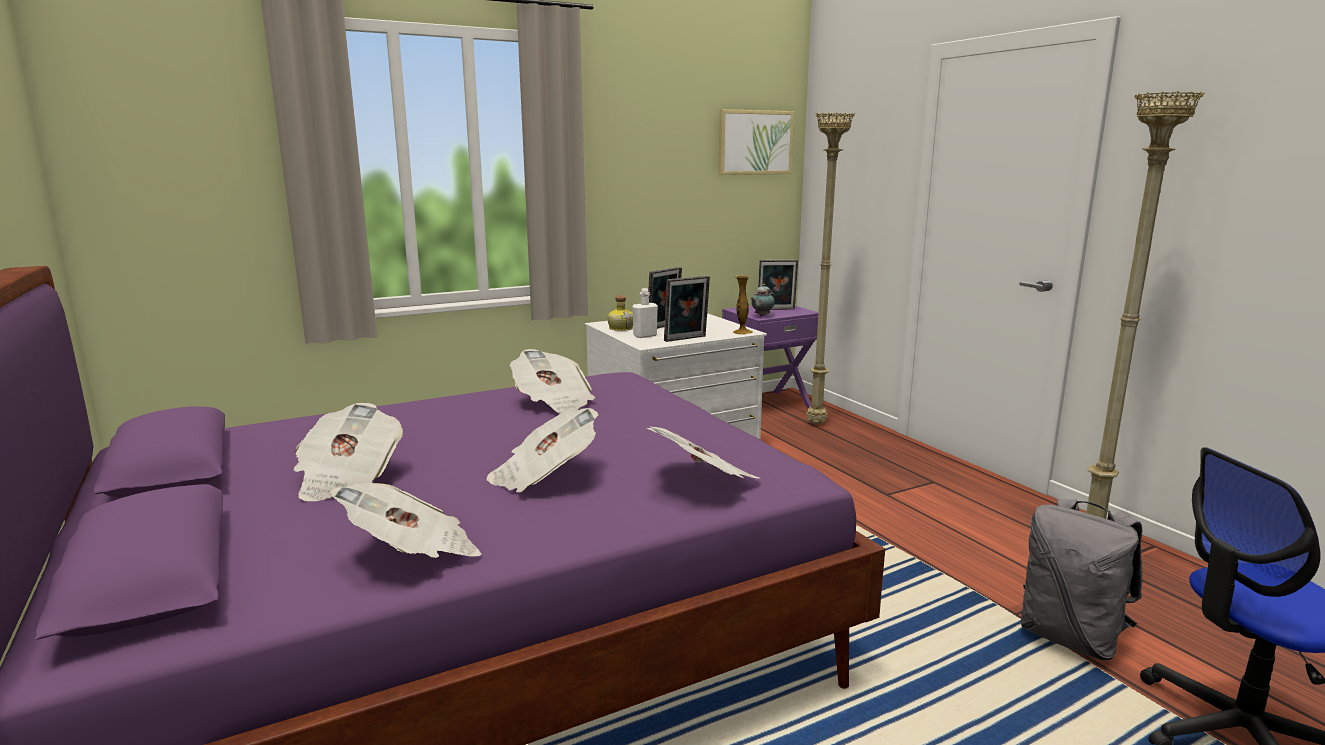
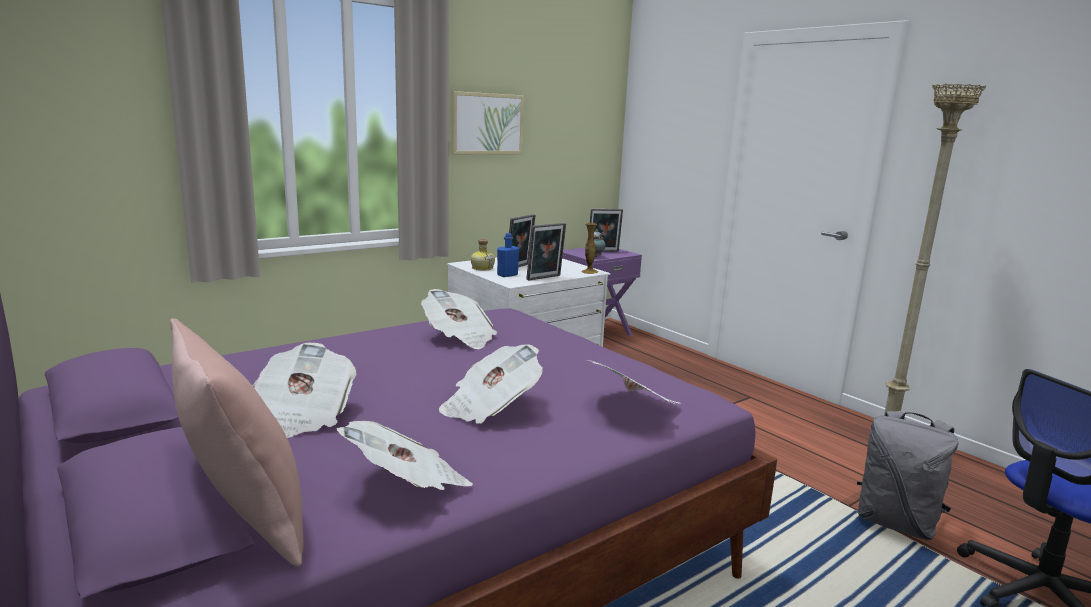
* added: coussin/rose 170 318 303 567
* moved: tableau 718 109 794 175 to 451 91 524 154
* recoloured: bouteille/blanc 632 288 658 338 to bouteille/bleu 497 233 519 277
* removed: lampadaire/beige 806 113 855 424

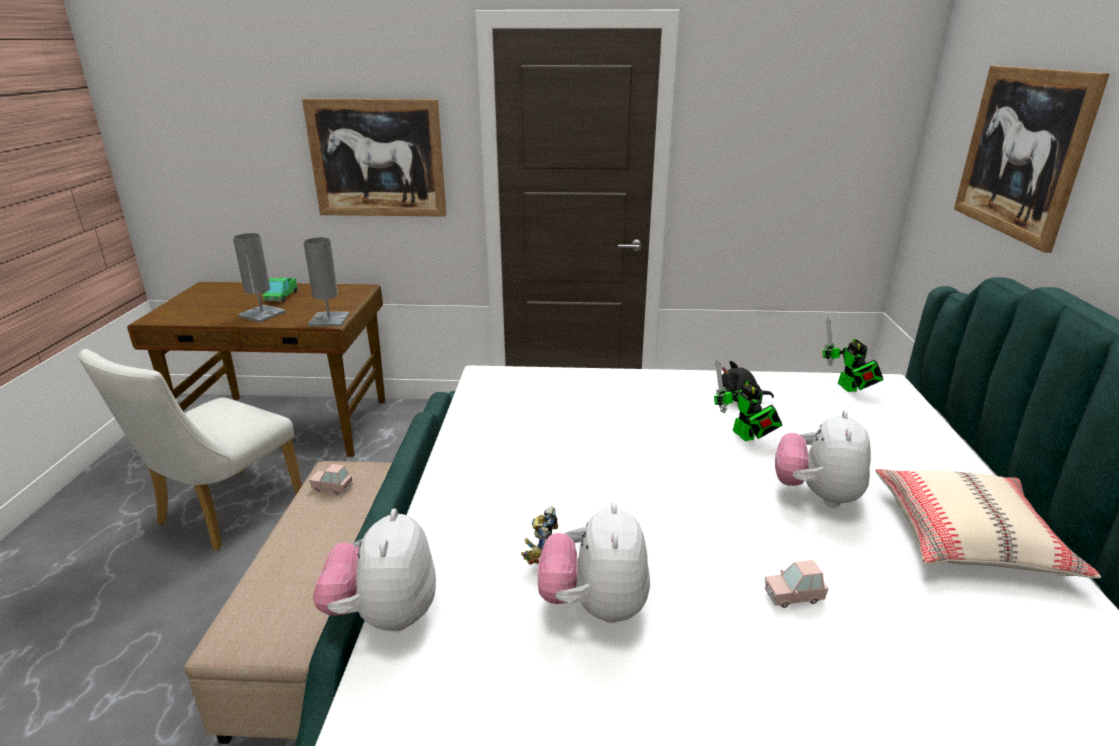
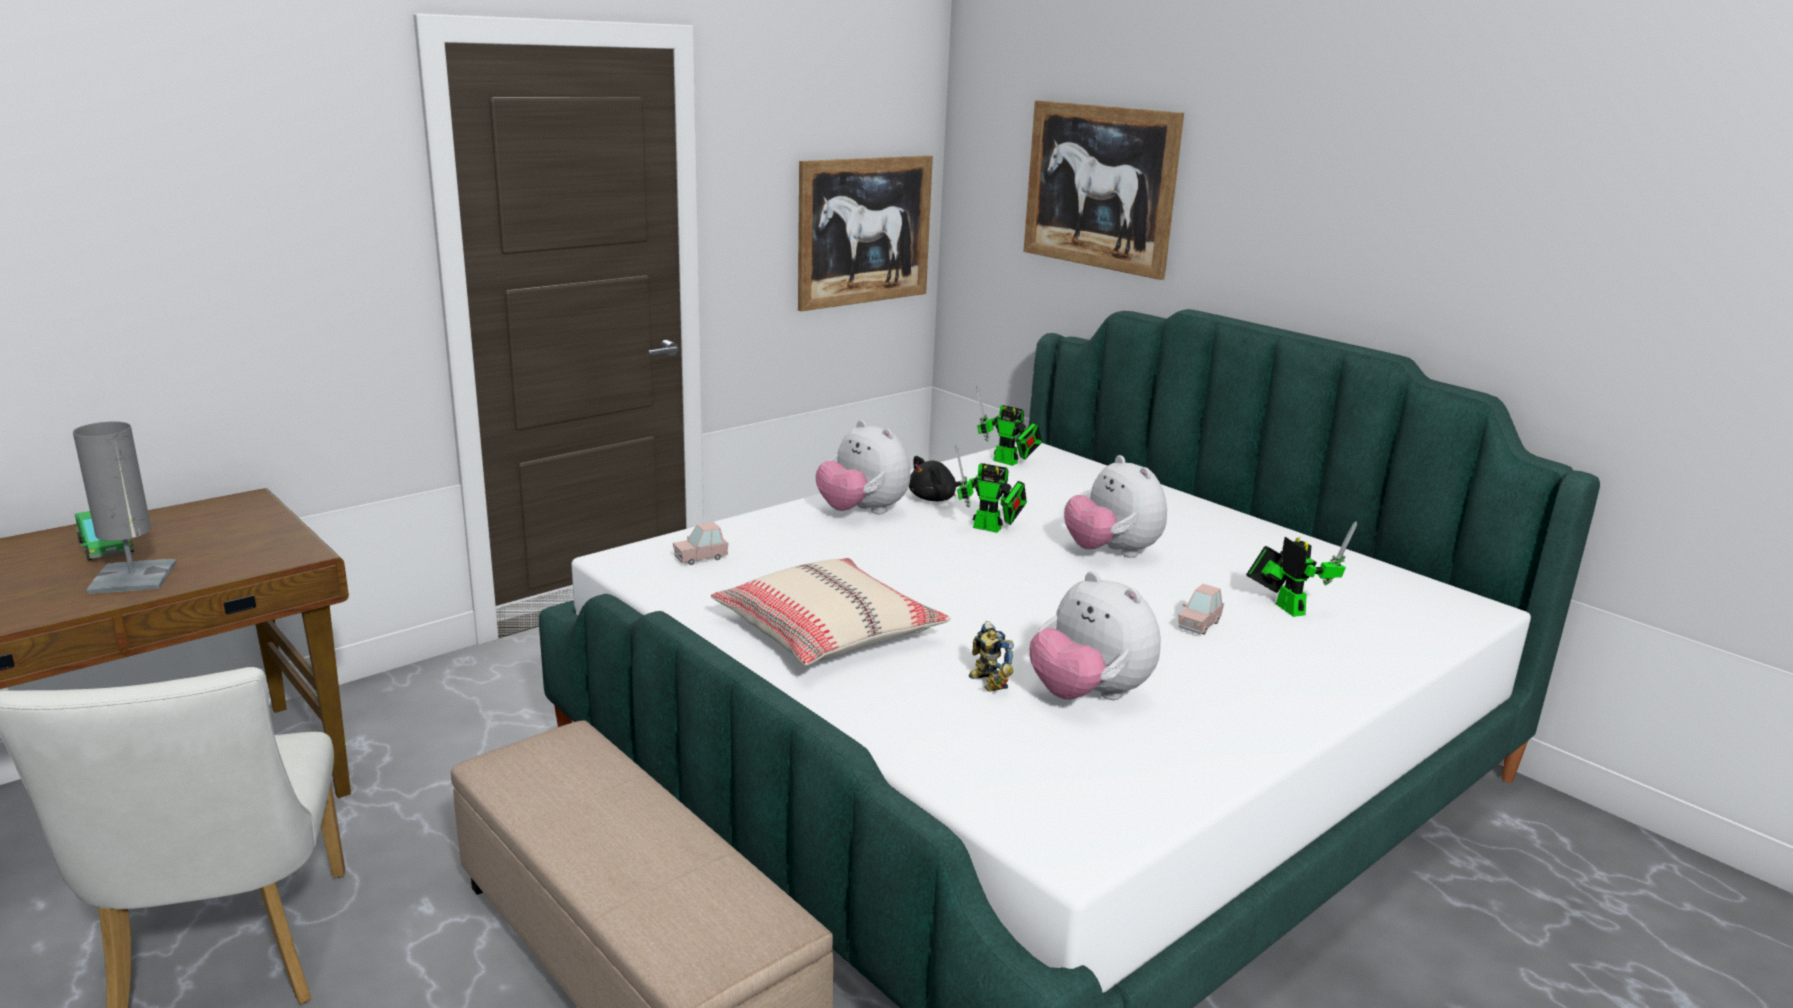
* moved: petite voiture/rose 309 464 352 495 to 673 522 728 565
* moved: coussin/beige 875 469 1101 579 to 711 558 951 666
* moved: tableau 302 99 447 217 to 798 155 933 311
* moved: peluche 313 509 436 632 to 816 420 911 514
* added: robot jouet 1246 522 1357 617
* removed: lampe de table/gris 303 237 350 326

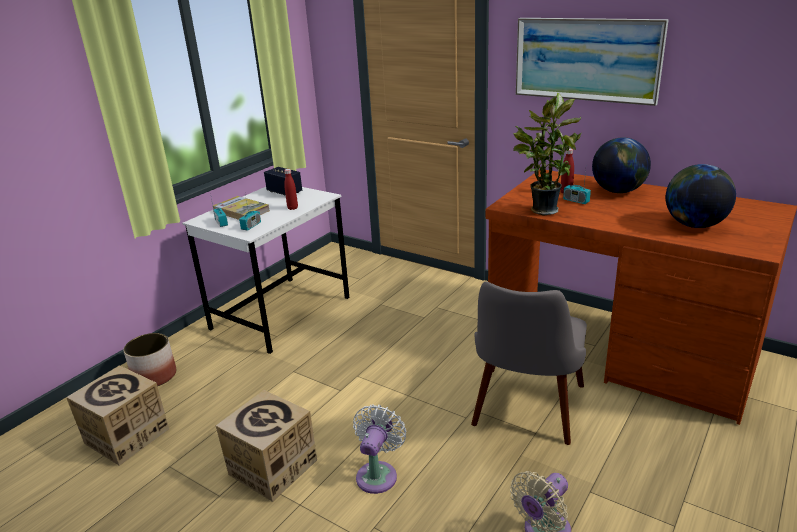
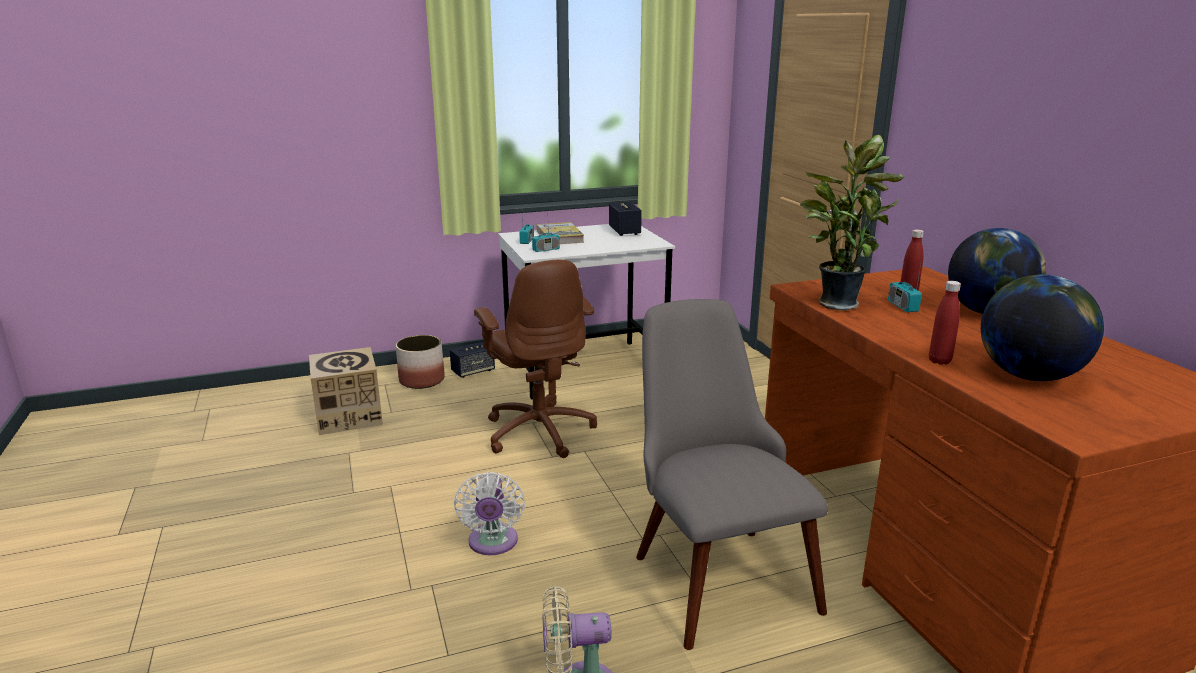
* added: enceinte 450 341 495 378
* turned: ventilateur/blanc 353 404 406 494 = 454 472 525 555 120 degrees clockwise
* added: chaise de bureau/marron 474 260 597 458
* turned: chaise/gris 471 281 587 445 = 636 299 828 650 105 degrees clockwise
* moved: bouteille/rouge 284 169 298 210 to 929 281 961 365
* removed: carton 216 390 317 502
* removed: tableau 516 18 669 106

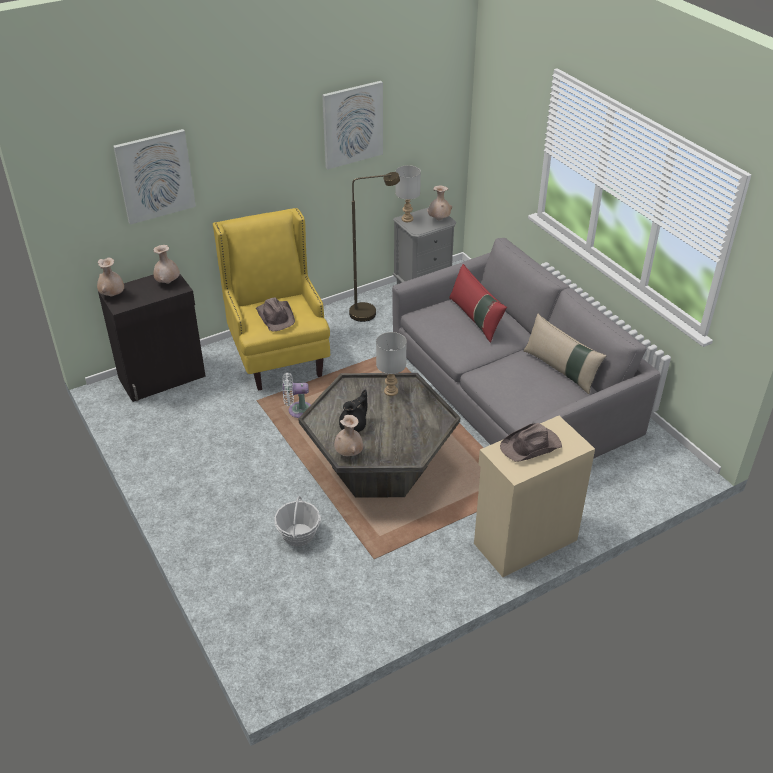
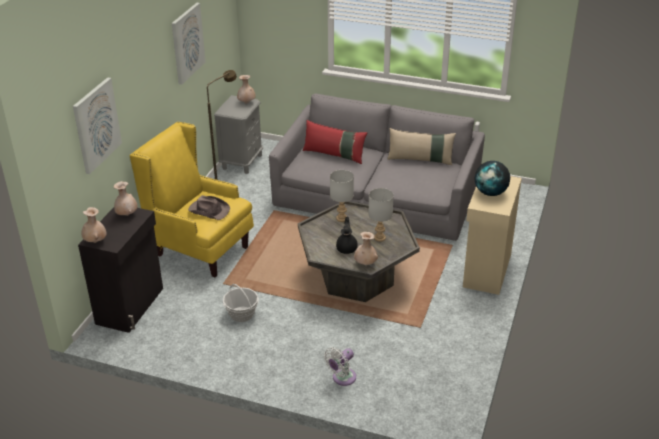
* moved: panier 274 496 321 547 to 223 284 259 322
* moved: ventilateur/blanc 282 373 311 418 to 324 347 356 386
* moved: lampe de table/gris 395 165 421 222 to 368 188 394 242
* replaced: chapeau/marron 500 423 562 462 to globe 474 161 510 196

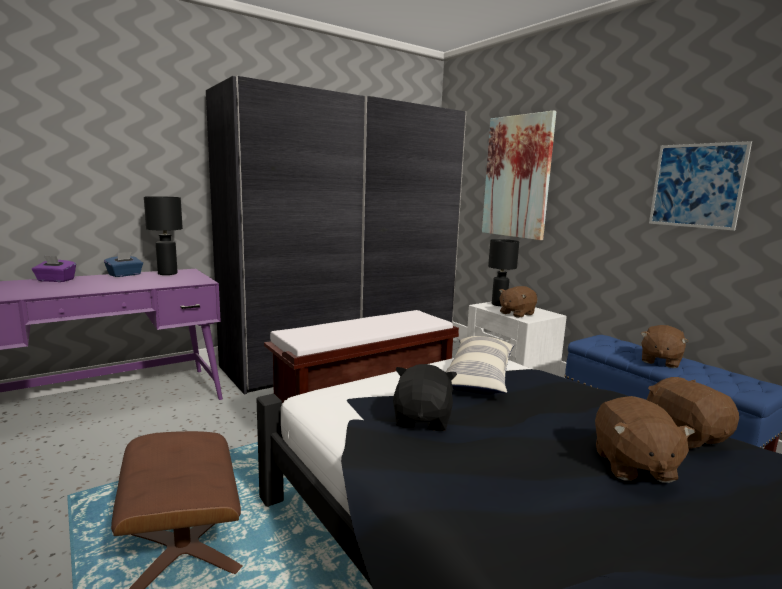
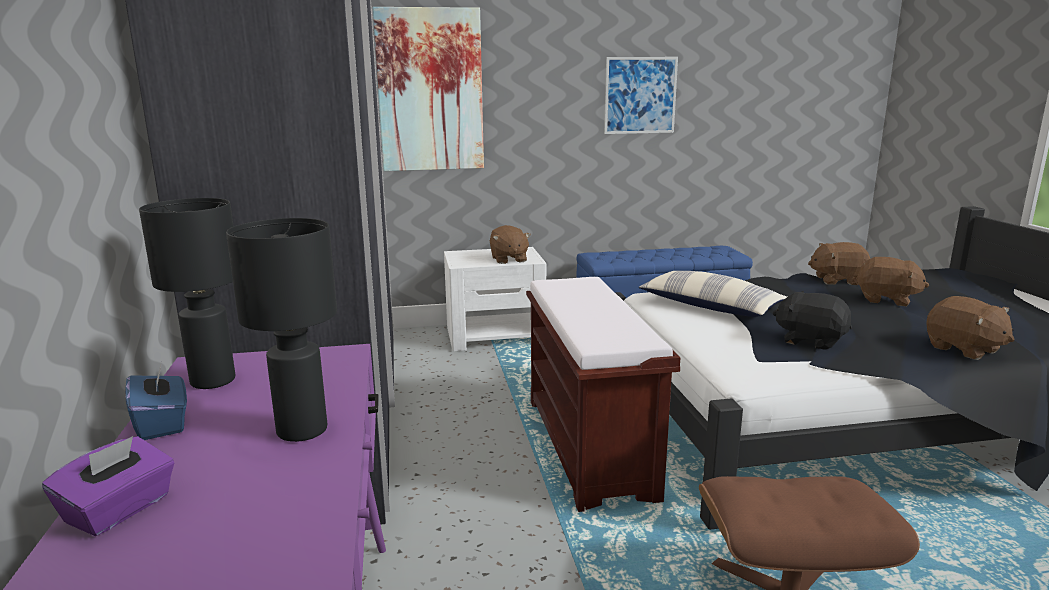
* moved: lampe de table/noir 488 239 519 306 to 226 218 337 442
* moved: peluche/marron 641 325 689 368 to 926 296 1015 360

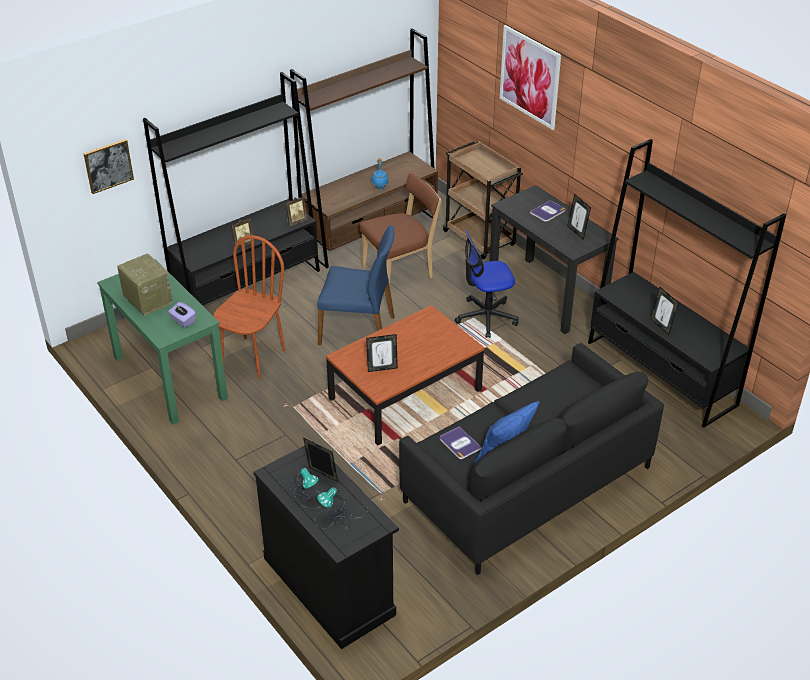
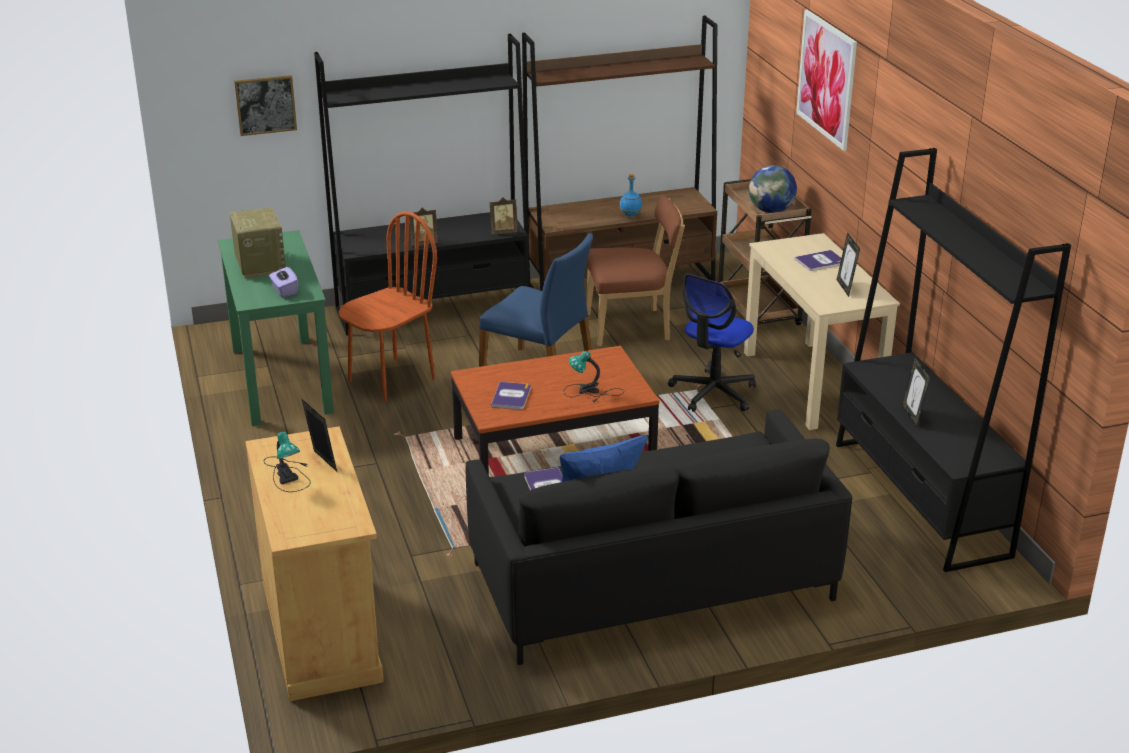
* recoloured: meuble de rangement/noir 254 441 399 649 to meuble de rangement/beige 245 426 384 701
* replaced: cadre photo 366 334 398 372 to livre 491 382 531 410
* moved: lampe de table 315 487 368 531 to 564 351 624 403
* turned: chaise de bureau 455 230 518 338 = 668 274 756 412 60 degrees counterclockwise
* recoloured: bureau/noir 489 185 619 334 to bureau/beige 744 233 900 430
* added: globe 749 165 797 213

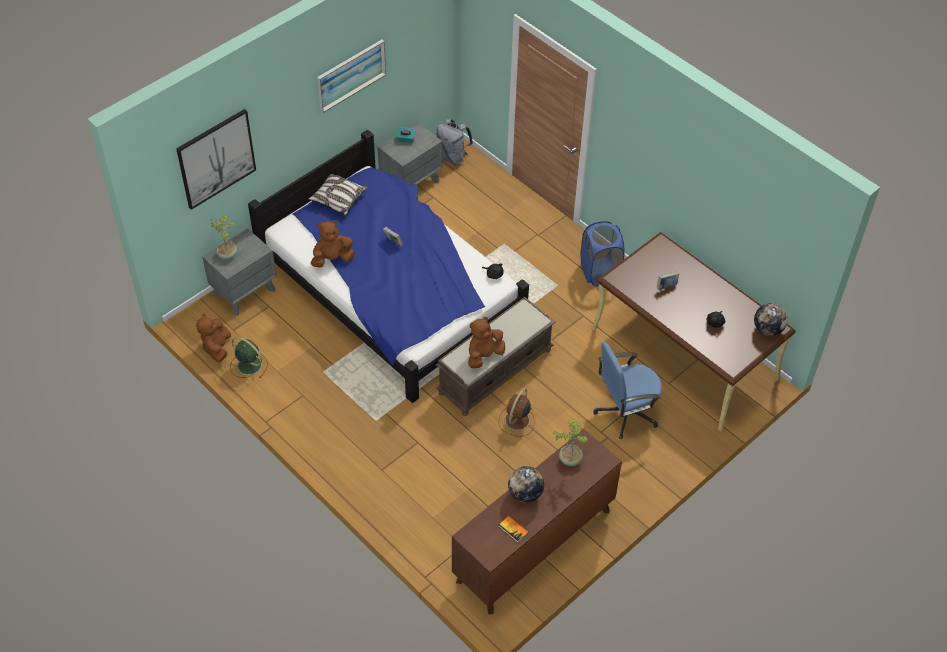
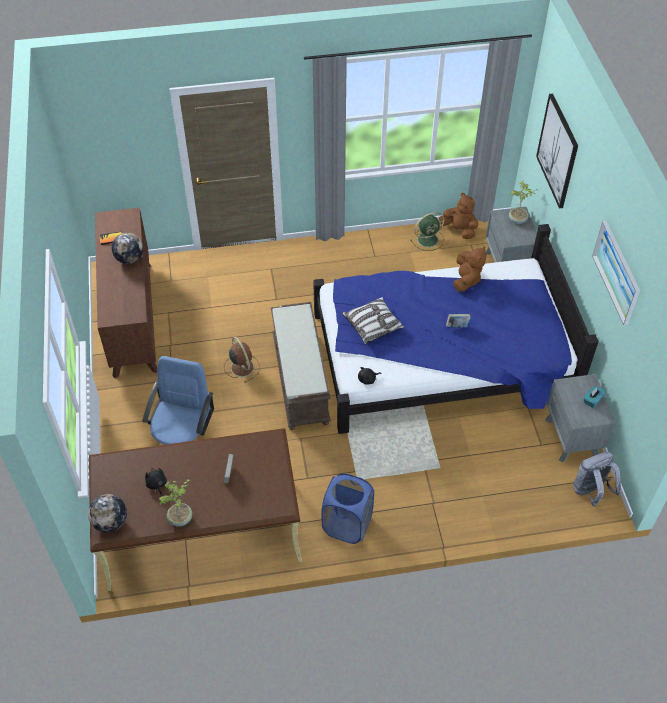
* moved: plante en pot 553 419 588 466 to 159 479 192 527
* moved: coussin 308 174 367 216 to 342 297 404 344
* removed: peluche/marron 468 317 505 368

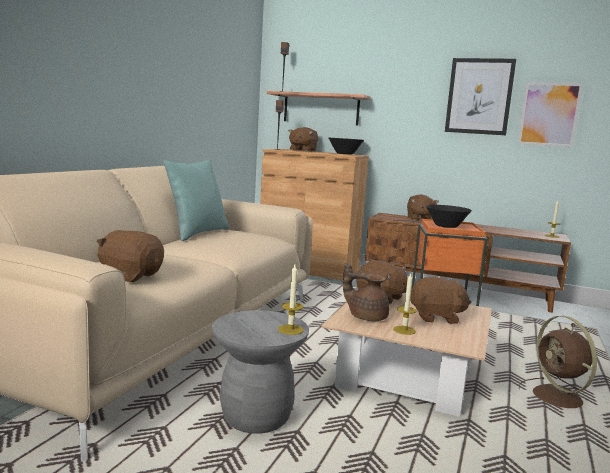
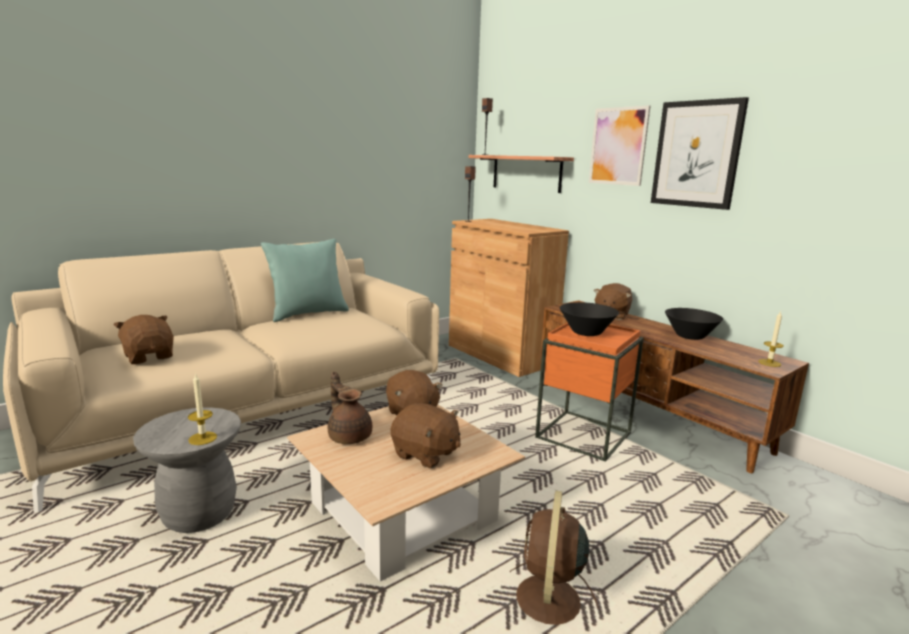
* moved: tableau 518 82 583 148 to 589 105 650 186
* moved: bol/noir 329 138 364 154 to 665 308 723 340
* removed: peluche/marron 288 127 318 152
* removed: bougie 393 273 416 335

